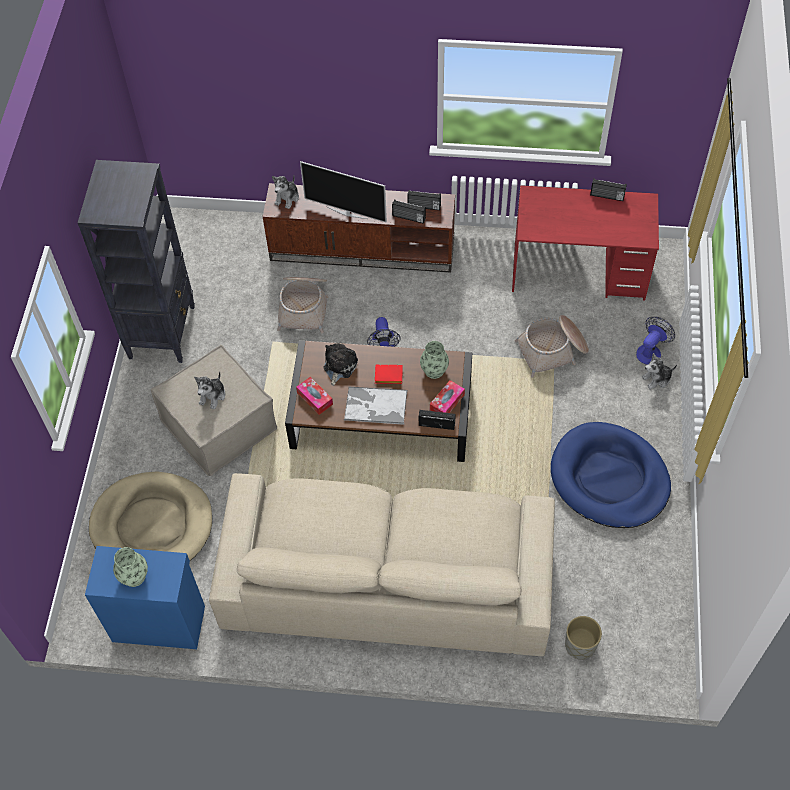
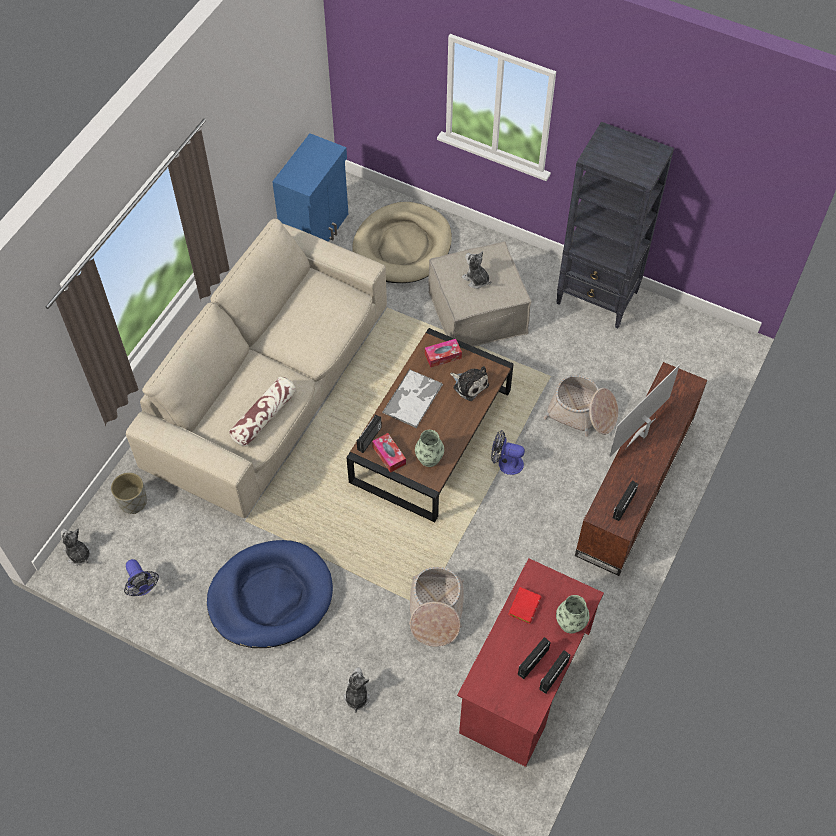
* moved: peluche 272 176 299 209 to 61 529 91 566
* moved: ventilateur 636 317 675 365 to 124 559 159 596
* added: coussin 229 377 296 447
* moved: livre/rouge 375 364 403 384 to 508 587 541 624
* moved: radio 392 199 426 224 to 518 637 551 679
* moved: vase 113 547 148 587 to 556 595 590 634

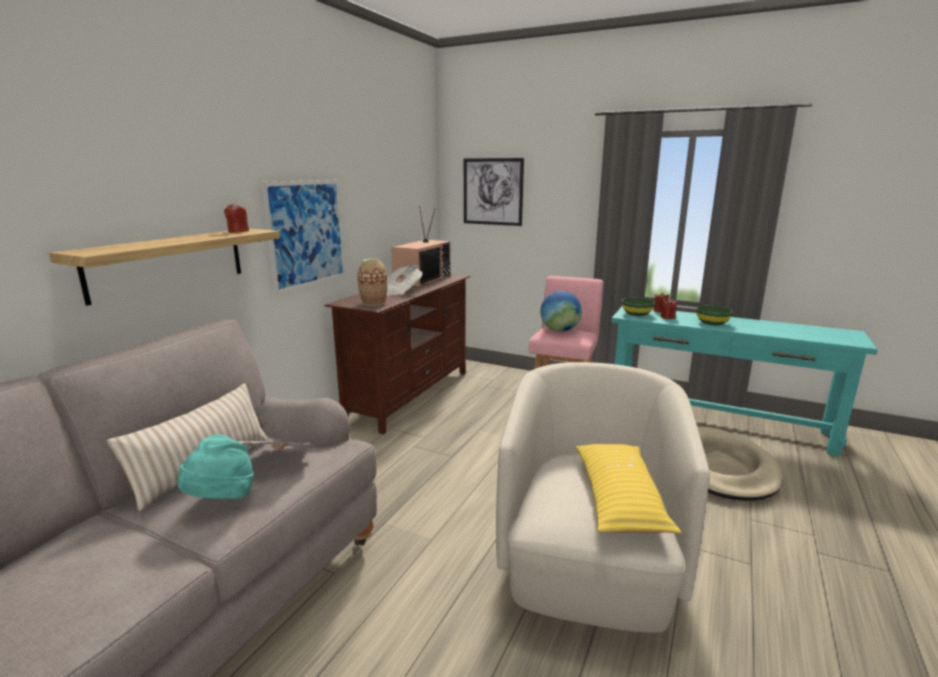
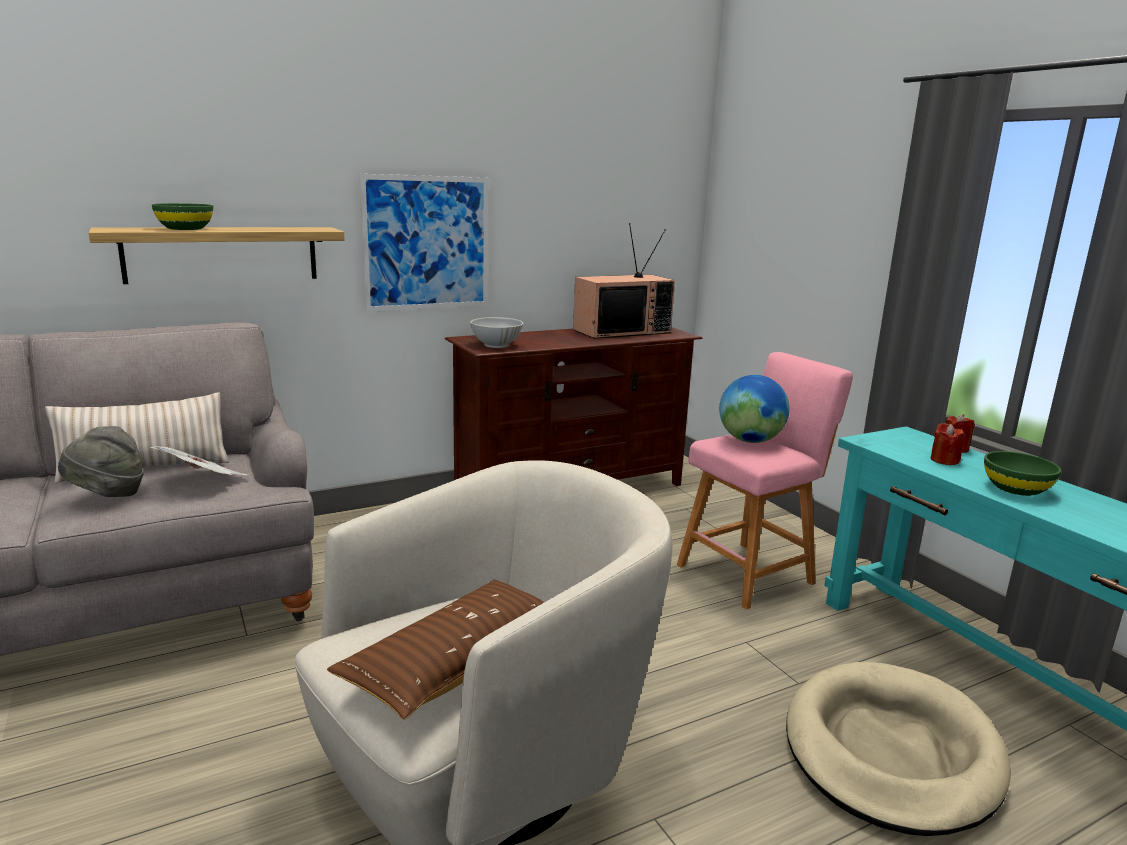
* recoloured: chapeau/turquoise 177 434 254 499 to chapeau/gris 58 426 144 497
* moved: bol/vert 622 298 655 316 to 152 203 213 230
* recoloured: coussin/jaune 576 444 681 534 to coussin/marron 327 580 544 720
* replaced: vase 357 259 388 306 to bol/blanc 470 317 523 348
* removed: bougie/rouge 224 203 249 233
* removed: journal 387 265 422 296
* removed: tableau 464 158 524 226

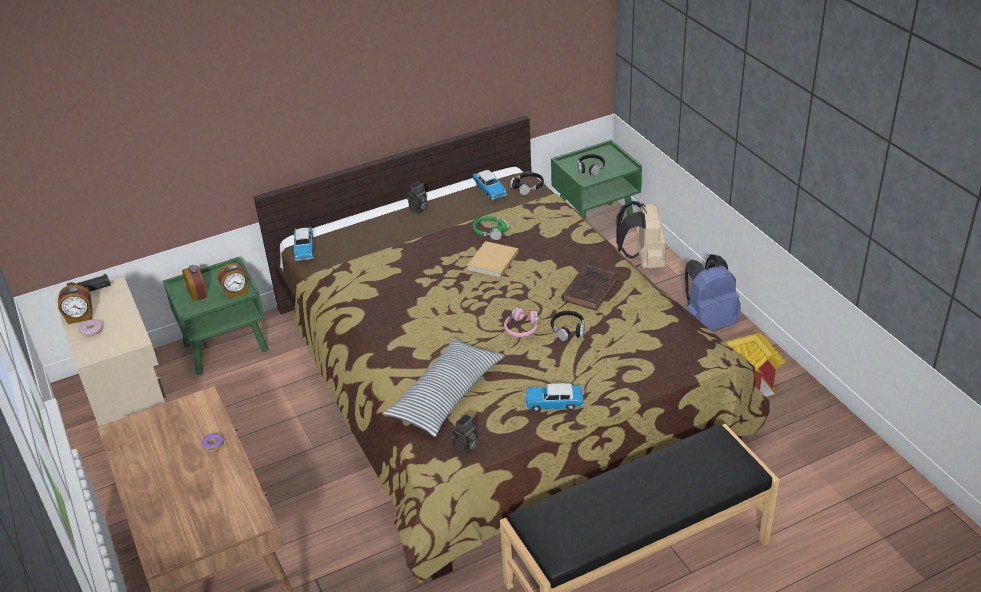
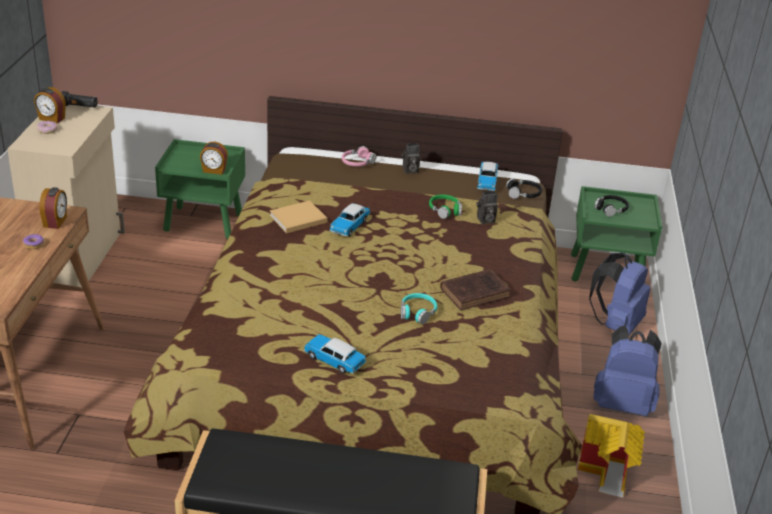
* moved: réveil 182 265 207 302 to 39 187 67 229
* moved: livre/beige 467 241 519 278 to 270 201 328 233
* moved: petite voiture 294 227 314 261 to 329 203 370 237
* moved: casque audio/rose 504 307 538 337 to 342 146 376 167
* recoloured: casque audio/noir 551 311 585 341 to casque audio/turquoise 401 293 437 324
* moved: appareil photo 451 414 478 454 to 476 191 498 224
* recoloured: sac à dos/beige 616 201 666 269 to sac à dos/bleu 589 252 651 335
* removed: coussin 383 337 504 436

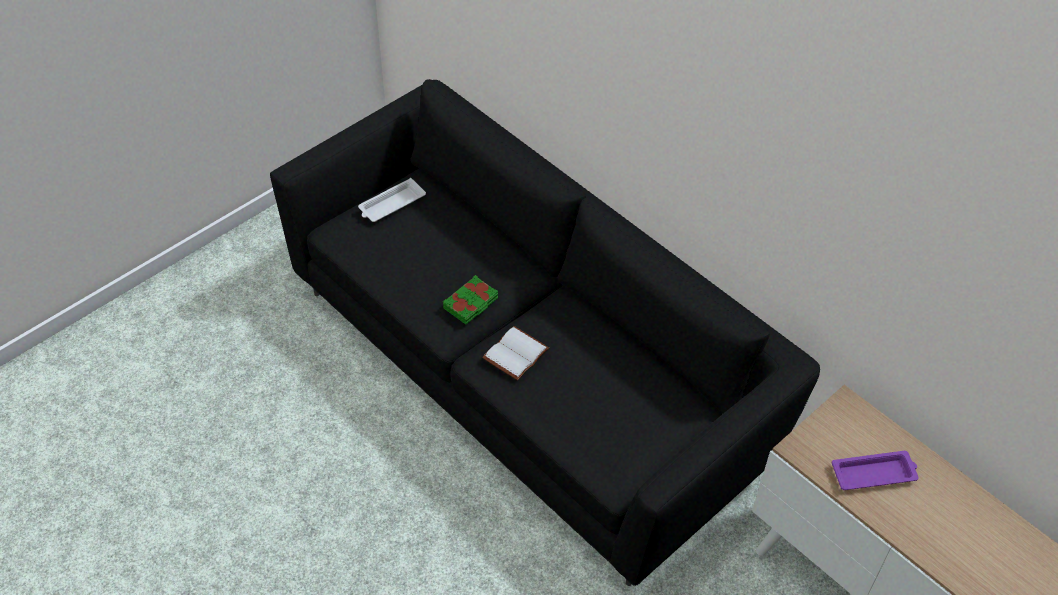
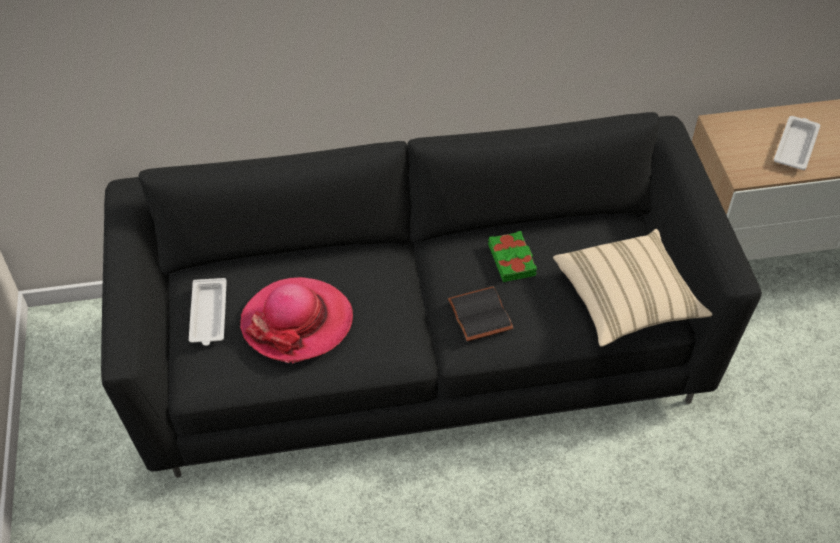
* added: chapeau 240 277 353 364
* recoloured: livre/blanc 482 326 549 380 to livre/noir 448 287 513 341
* moved: livre/vert 443 275 498 324 to 488 231 537 282
* added: coussin/beige 553 229 712 347
* recoloured: plateau/violet 832 451 919 490 to plateau/blanc 774 116 820 170

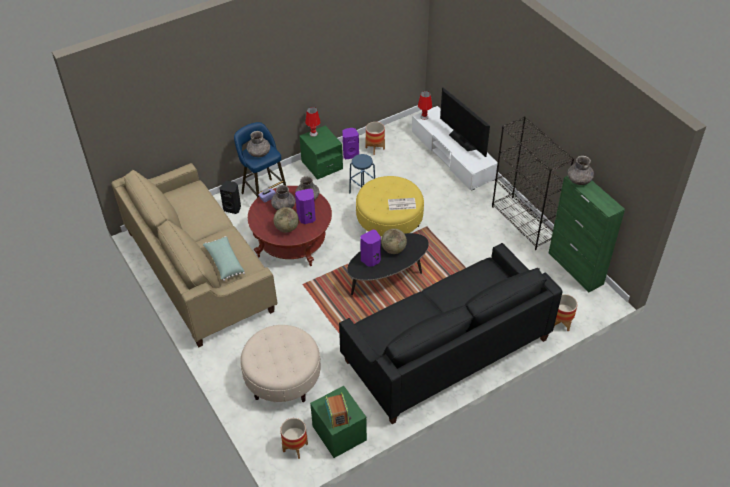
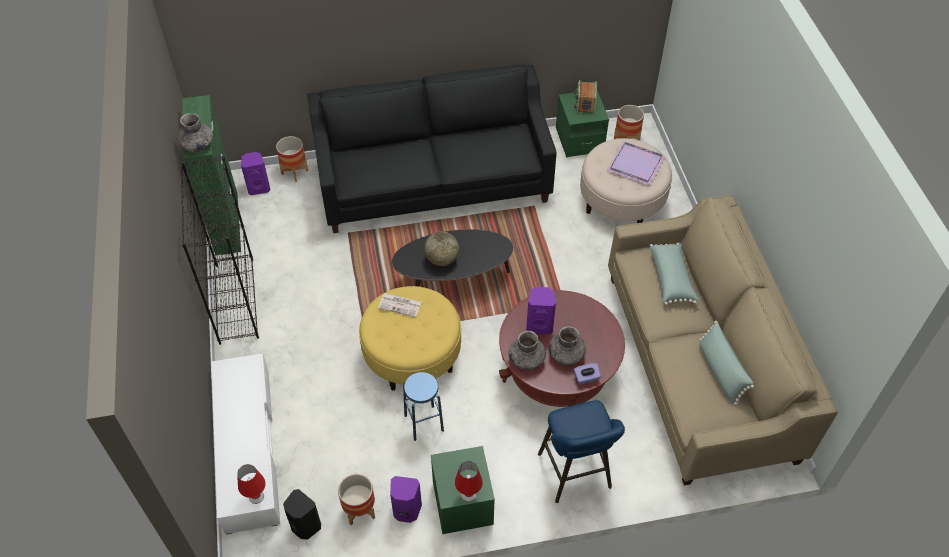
* moved: enceinte/violet 360 230 381 267 to 241 152 271 195
* moved: enceinte/noir 219 181 241 214 to 283 489 321 540
* added: plateau/violet 607 142 665 185
* added: coussin/vert 699 321 754 405
* removed: vase/gris 247 131 270 157
* removed: globe 273 207 299 233
* removed: téléviseur 440 87 490 157

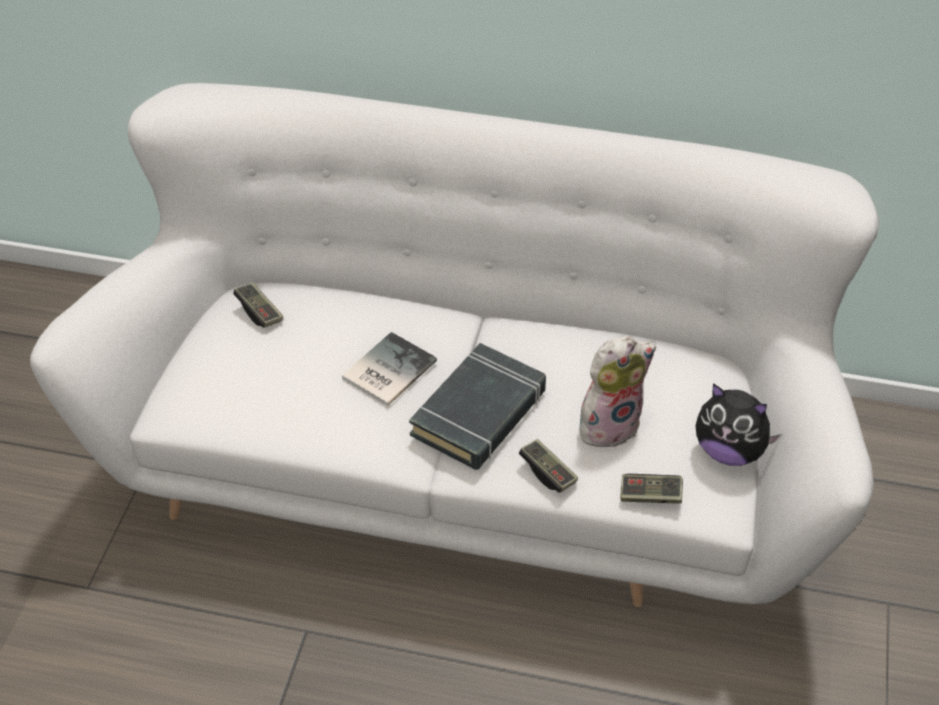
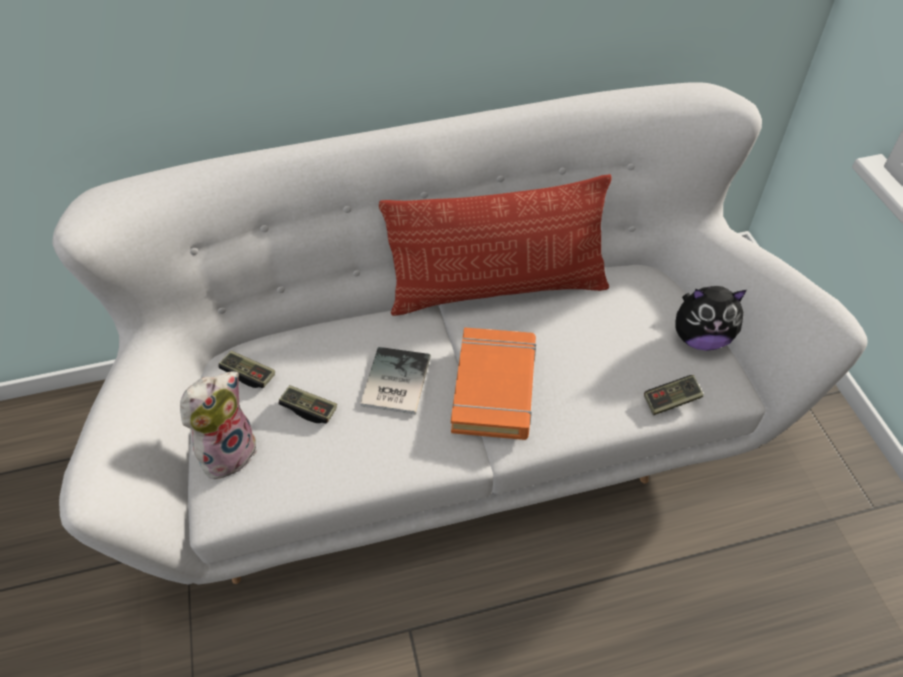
* moved: peluche 580 336 656 447 to 180 371 257 481
* moved: manette 519 439 578 493 to 279 385 337 424
* added: coussin 379 174 612 316
* recoloured: livre/noir 409 343 546 470 to livre/orange 451 327 536 440

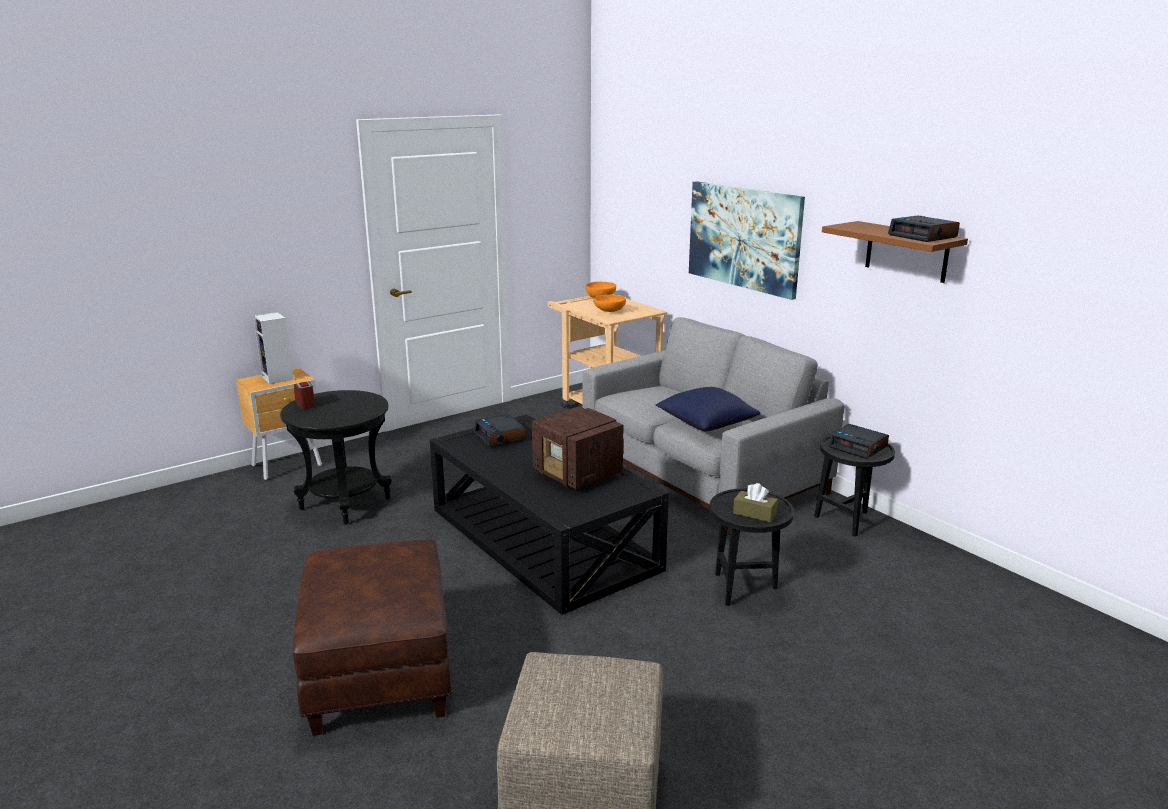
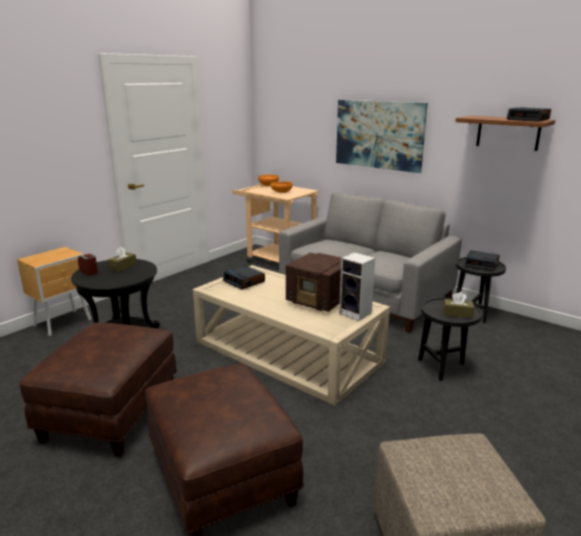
* added: pouf/marron 19 322 177 457
* added: boîte à mouchoirs/marron 108 247 137 272
* recoloured: table basse/noir 430 414 669 615 to table basse/beige 193 265 390 406
* moved: enceinte 253 312 294 384 to 339 252 375 321
* removed: coussin/bleu 656 387 761 431

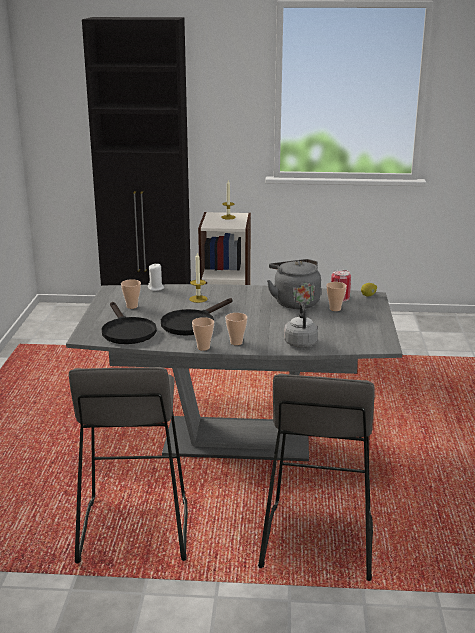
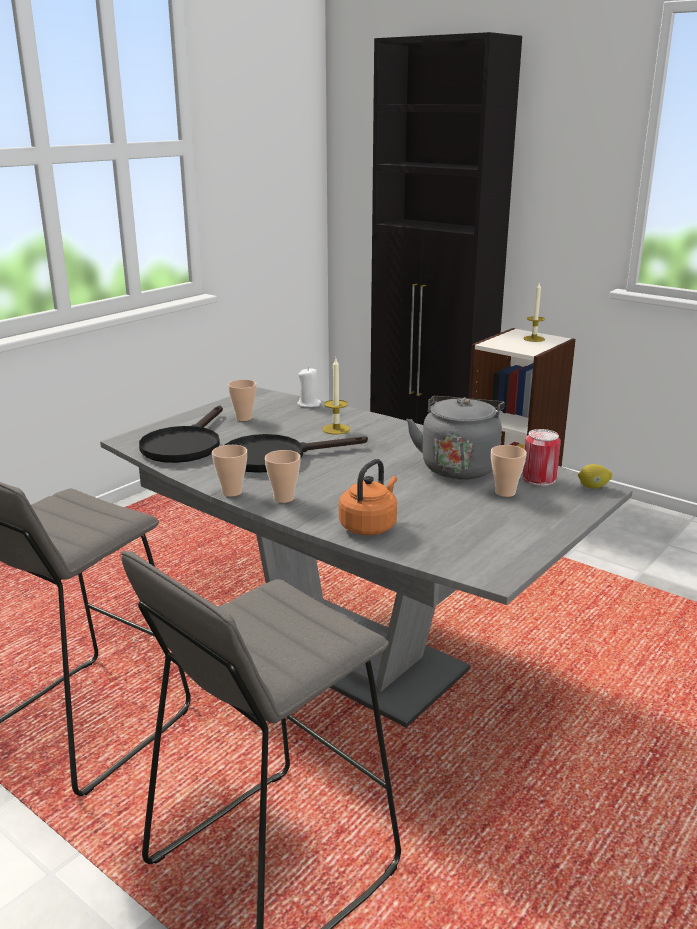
* recoloured: bouilloire/gris 284 303 318 348 to bouilloire/orange 339 459 397 535

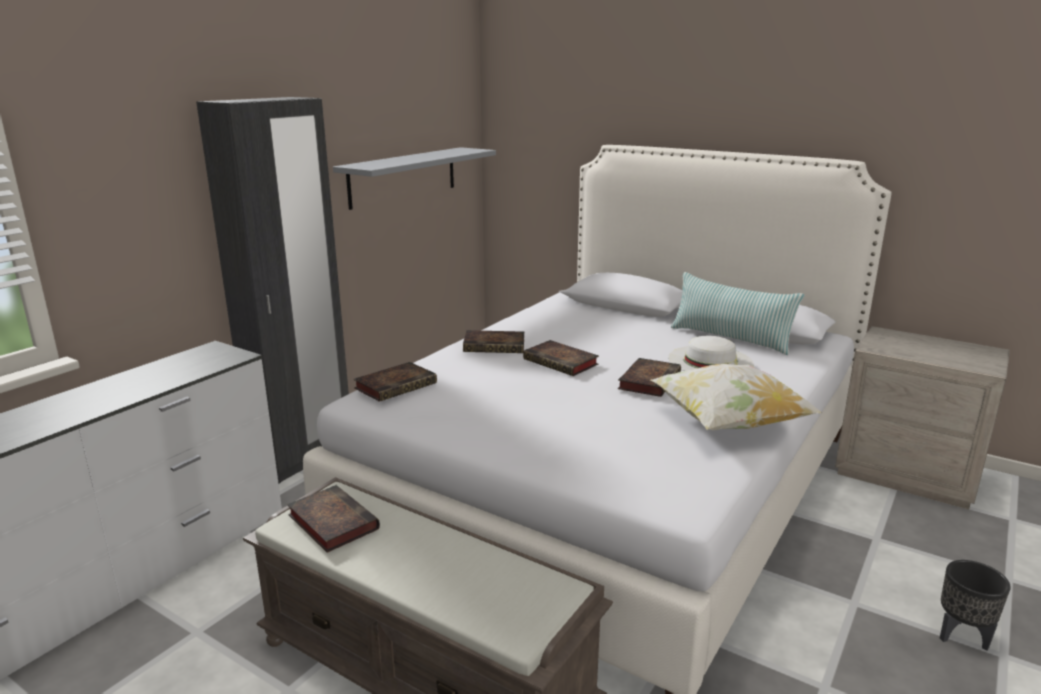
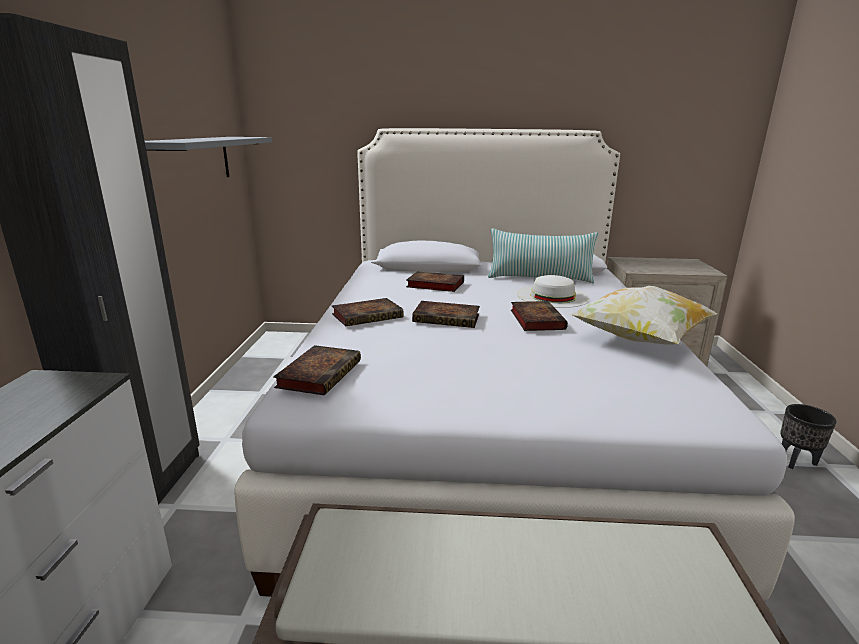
* moved: livre 287 485 380 553 to 406 271 464 292

